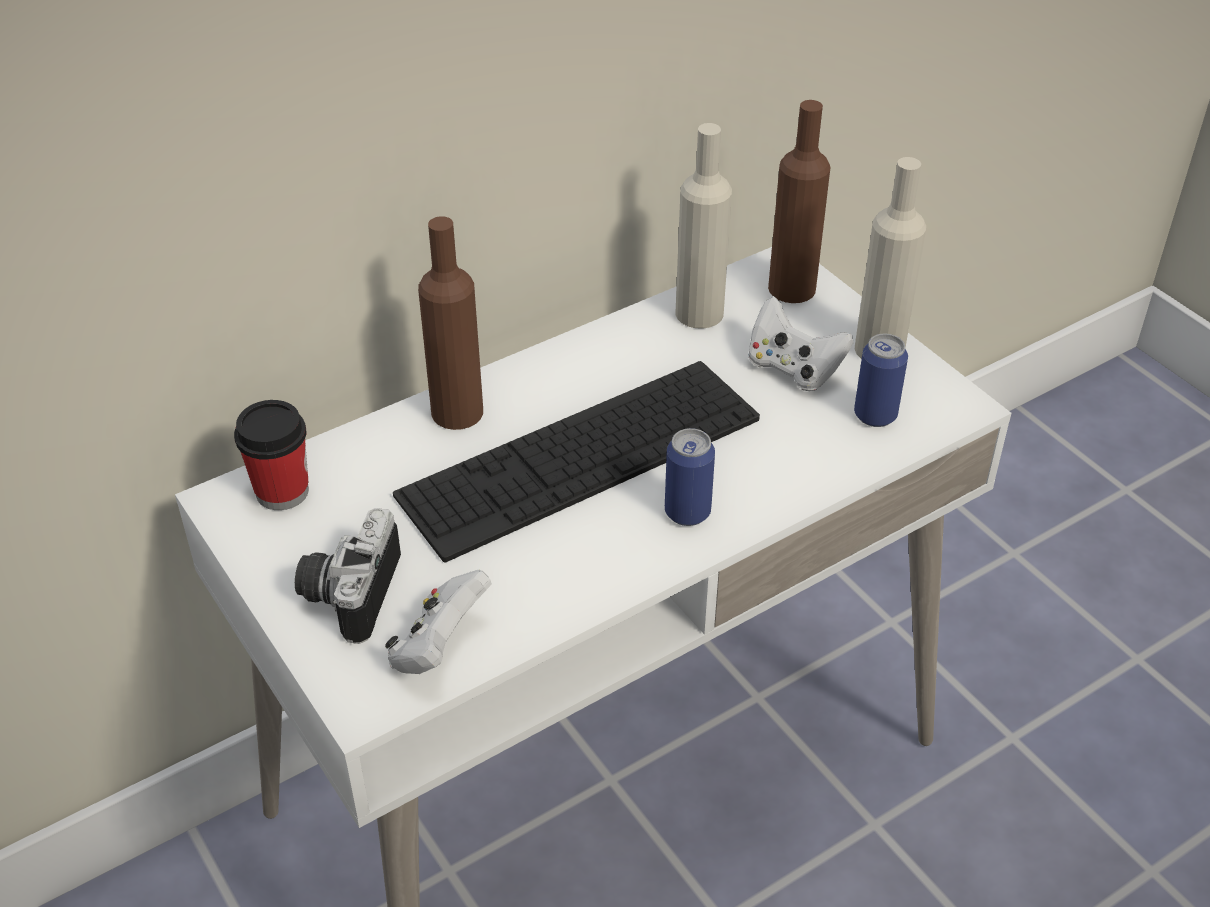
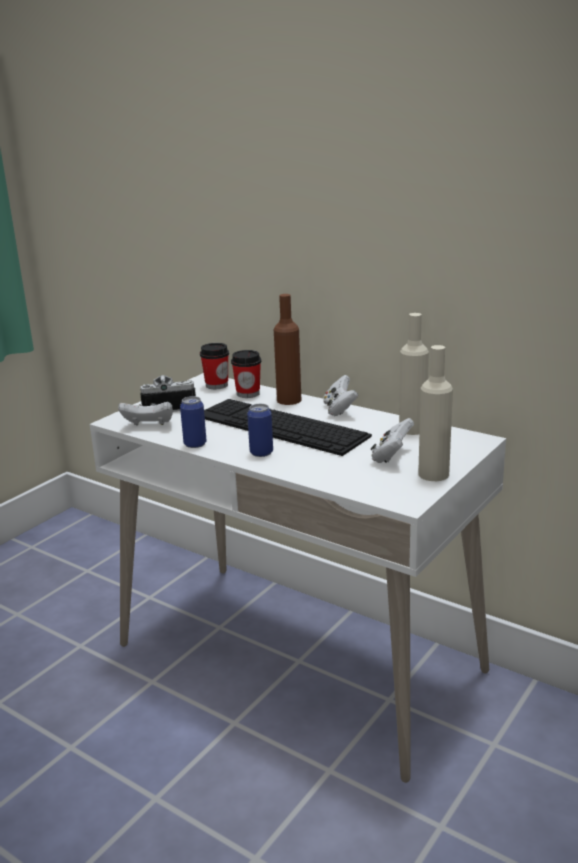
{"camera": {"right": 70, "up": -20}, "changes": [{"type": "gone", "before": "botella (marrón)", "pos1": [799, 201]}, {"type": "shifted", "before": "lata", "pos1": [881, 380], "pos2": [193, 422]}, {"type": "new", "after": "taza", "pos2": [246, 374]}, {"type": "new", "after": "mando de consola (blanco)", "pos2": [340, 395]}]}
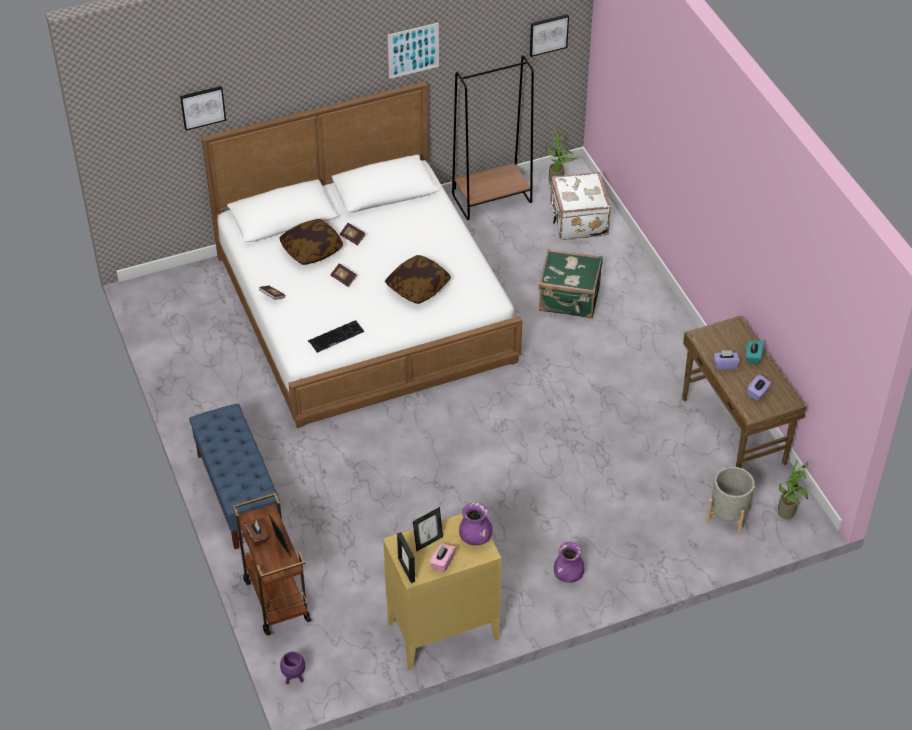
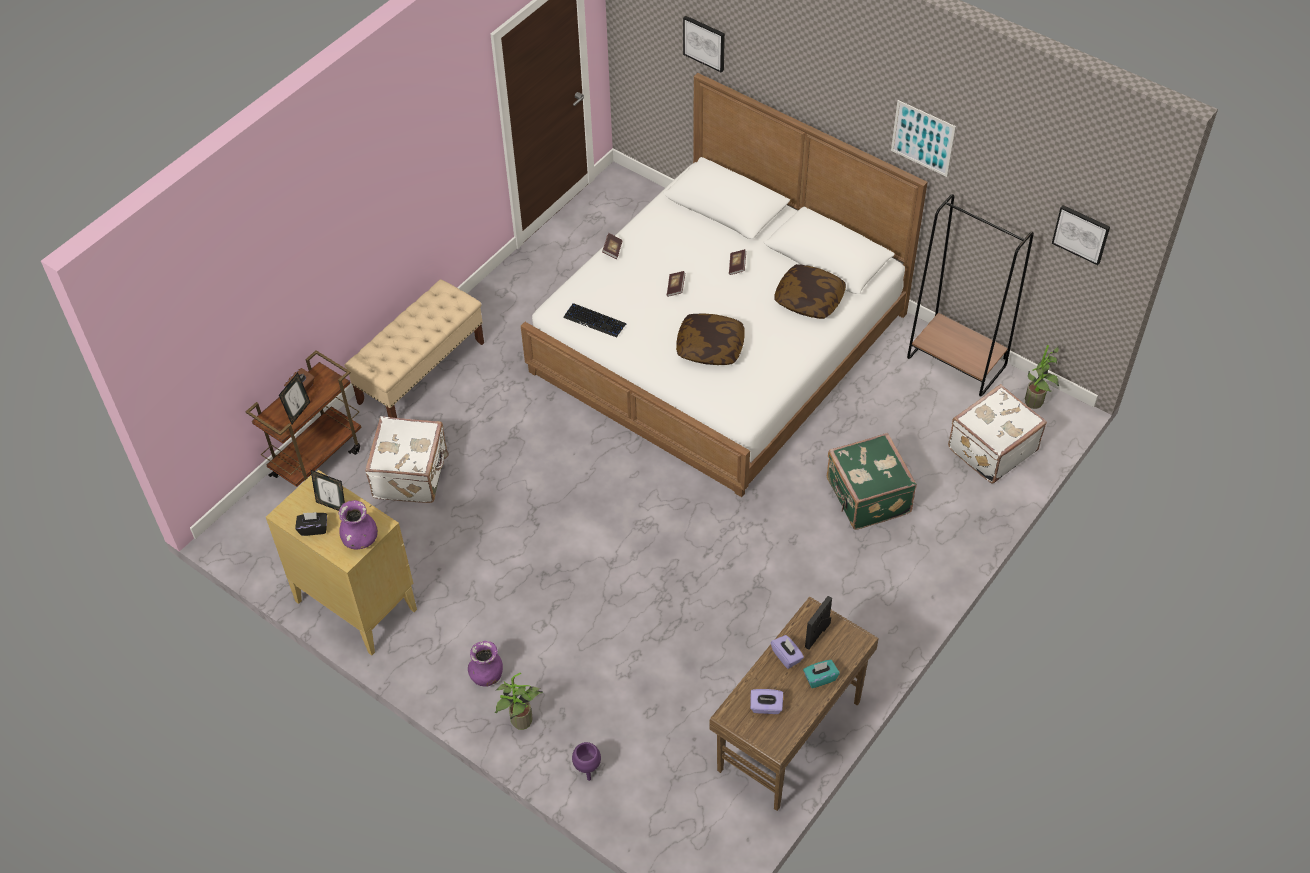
{"camera": {"right": 60, "up": 5}, "changes": [{"type": "repainted", "before": "banco (azul)", "after": "banco (beis)", "pos1": [234, 476], "pos2": [414, 348]}, {"type": "shifted", "before": "cojín", "pos1": [311, 242], "pos2": [810, 291]}, {"type": "shifted", "before": "maceta (morado)", "pos1": [292, 668], "pos2": [586, 761]}, {"type": "shifted", "before": "portarretratos", "pos1": [406, 557], "pos2": [818, 623]}, {"type": "repainted", "before": "caja de pañuelos (rosa)", "after": "caja de pañuelos (negro)", "pos1": [442, 557], "pos2": [311, 524]}, {"type": "gone", "before": "maceta (gris)", "pos1": [730, 500]}, {"type": "shifted", "before": "planta en maceta", "pos1": [793, 489], "pos2": [519, 701]}, {"type": "new", "after": "maleta (blanco)", "pos2": [407, 459]}]}
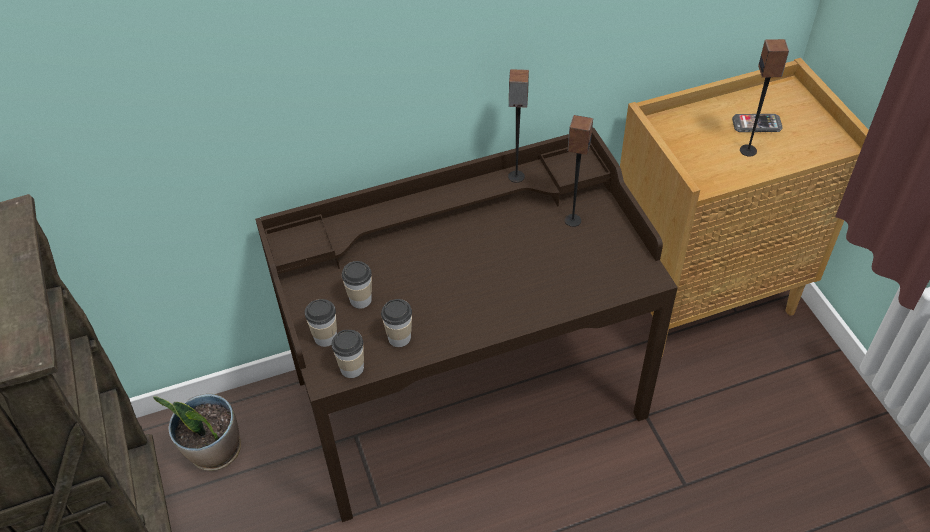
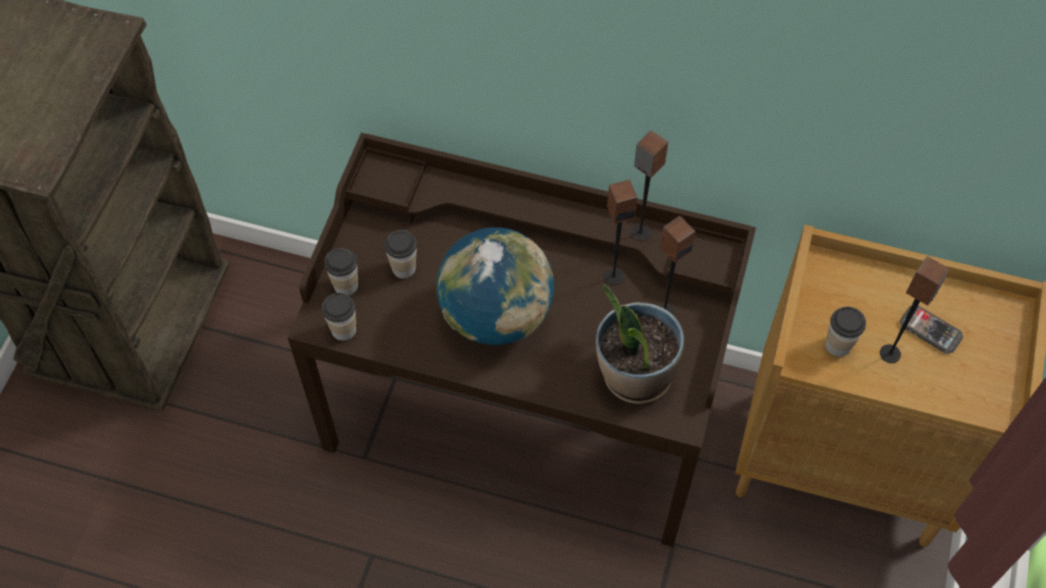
{"camera": {"right": 35, "up": 10}, "changes": [{"type": "shifted", "before": "planta en maceta", "pos1": [197, 432], "pos2": [640, 344]}, {"type": "shifted", "before": "taza", "pos1": [396, 323], "pos2": [845, 332]}, {"type": "new", "after": "globo terráqueo", "pos2": [495, 286]}, {"type": "new", "after": "altavoz", "pos2": [620, 232]}]}
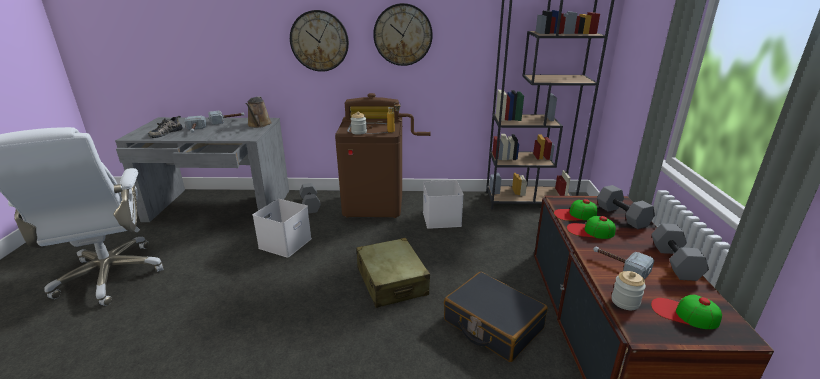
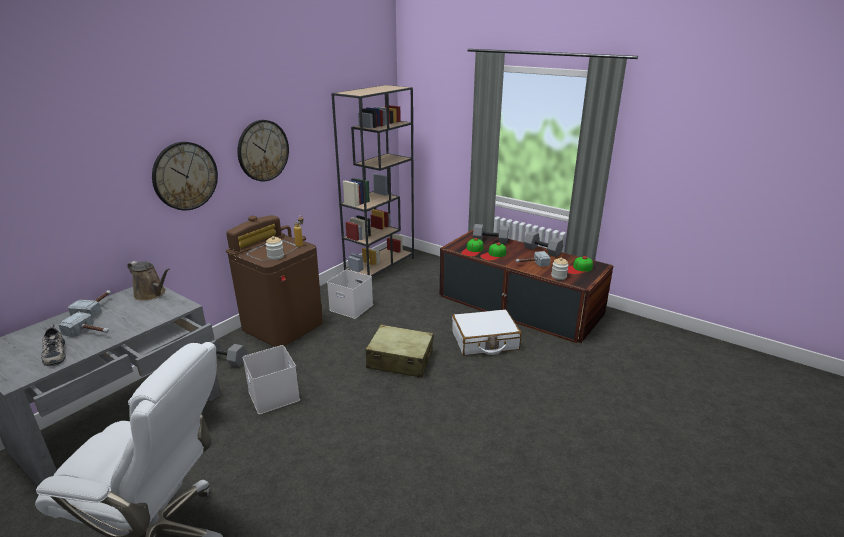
{"camera": {"right": -55, "up": 0}, "changes": [{"type": "repainted", "before": "maleta (negro)", "after": "maleta (blanco)", "pos1": [496, 317], "pos2": [486, 332]}]}
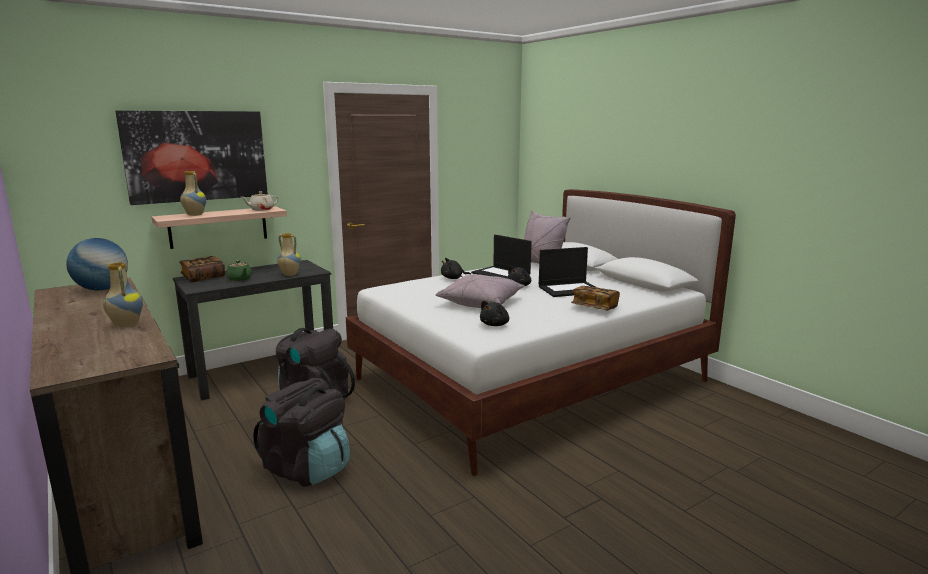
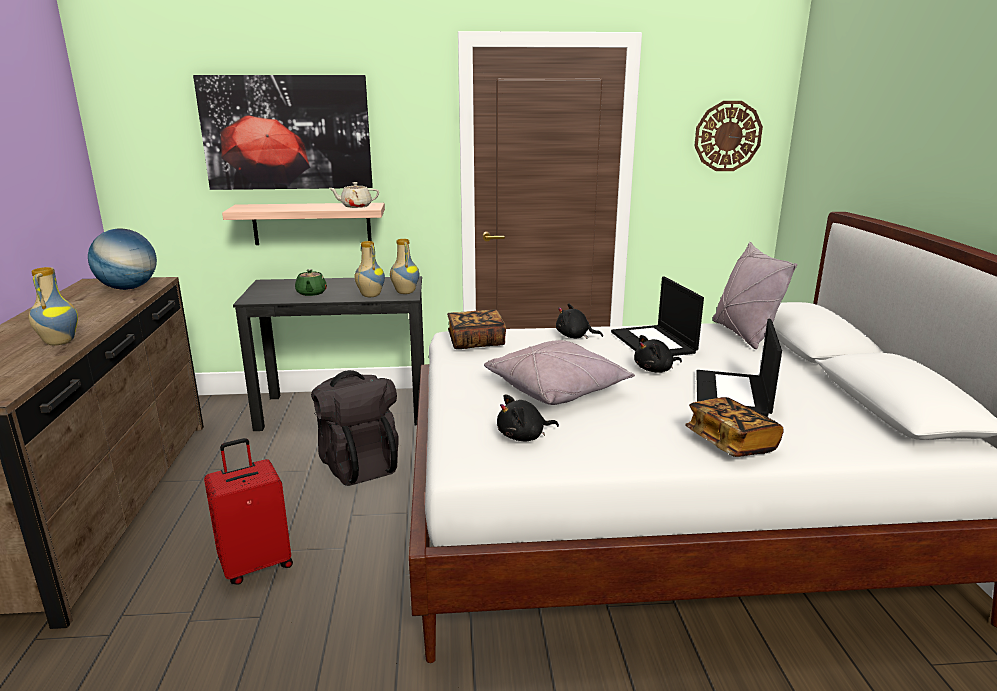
{"camera": {"right": 30, "up": 5}, "changes": [{"type": "shifted", "before": "libro", "pos1": [202, 269], "pos2": [476, 329]}, {"type": "shifted", "before": "florero", "pos1": [193, 193], "pos2": [404, 266]}, {"type": "swapped", "before": "mochila (negro)", "after": "maleta (rojo)", "pos1": [301, 432], "pos2": [248, 511]}, {"type": "rotated", "before": "portátil", "pos1": [567, 272], "pos2": [739, 368], "turn": 90}, {"type": "new", "after": "reloj de pared", "pos2": [728, 136]}]}
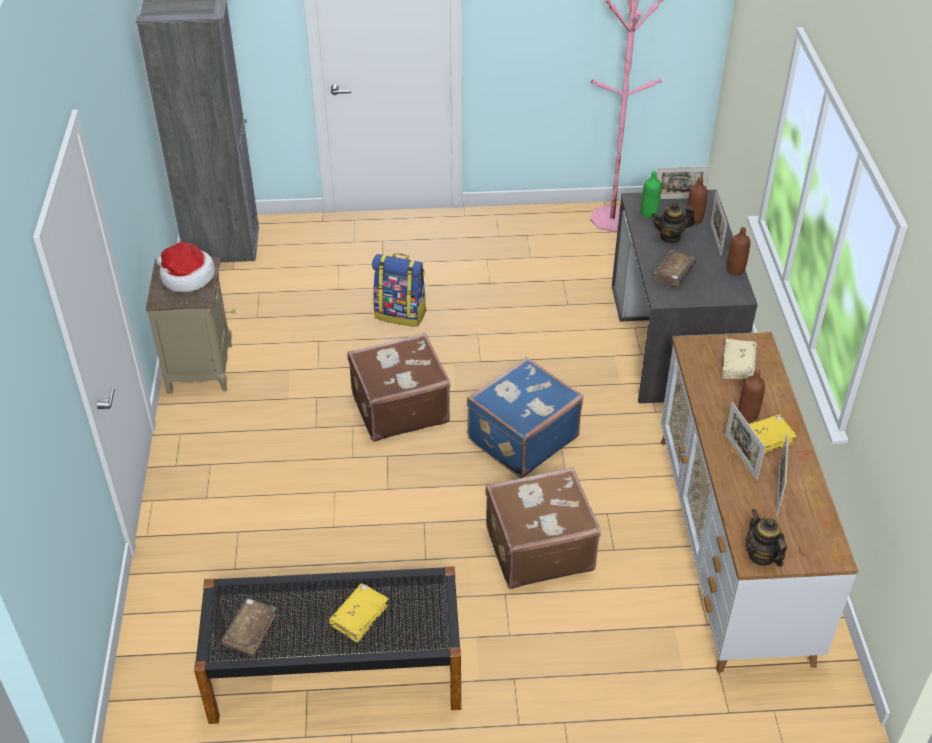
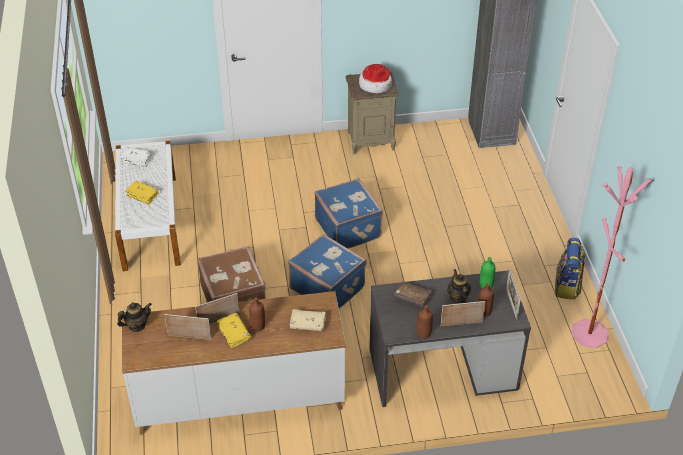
{"camera": {"right": 85, "up": 0}, "changes": [{"type": "repainted", "before": "banco (negro)", "after": "banco (blanco)", "pos1": [327, 645], "pos2": [148, 206]}, {"type": "repainted", "before": "libro (marrón)", "after": "libro (blanco)", "pos1": [249, 627], "pos2": [136, 157]}, {"type": "repainted", "before": "maleta (marrón)", "after": "maleta (azul)", "pos1": [399, 387], "pos2": [349, 213]}, {"type": "shifted", "before": "mochila", "pos1": [399, 290], "pos2": [570, 269]}]}
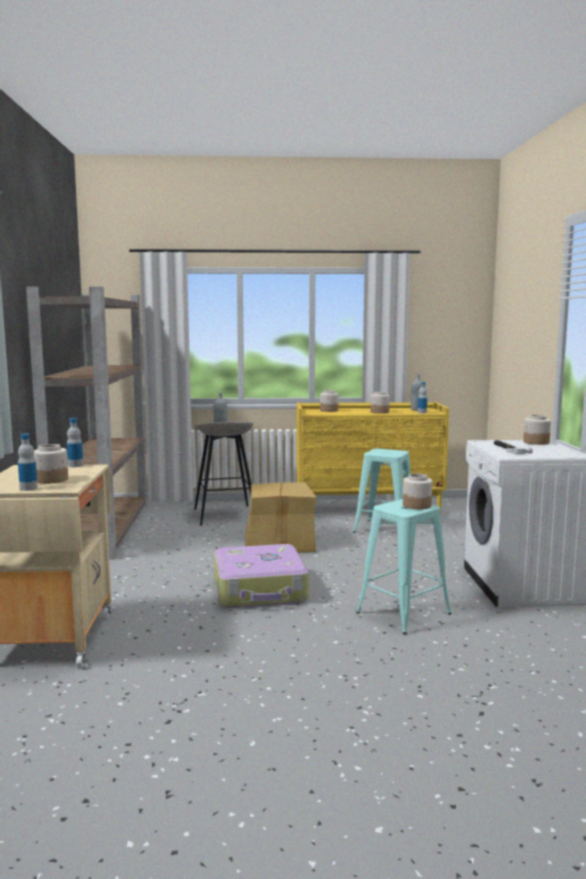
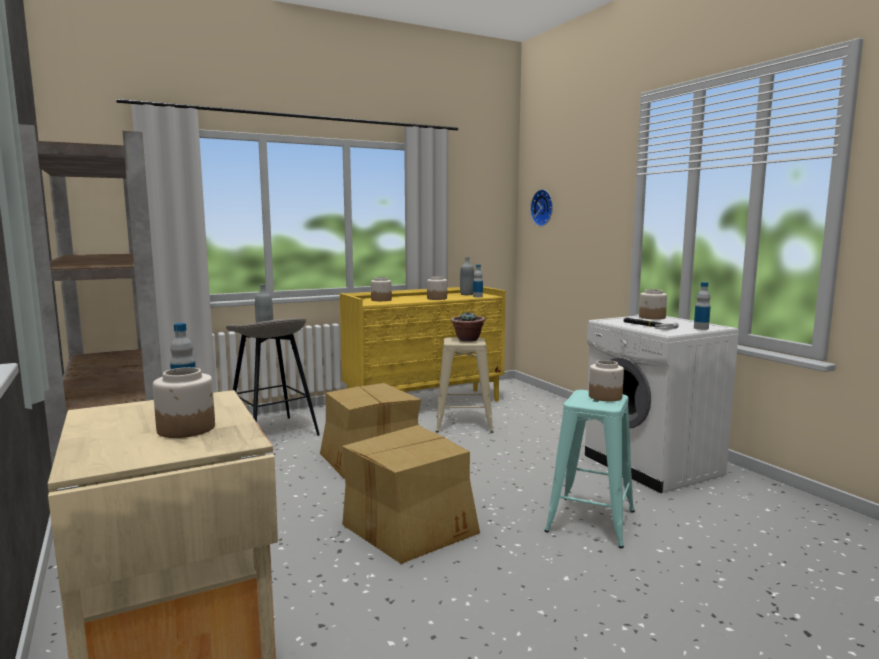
{"camera": {"right": -25, "up": 0}, "changes": [{"type": "shifted", "before": "botella", "pos1": [28, 462], "pos2": [702, 306]}, {"type": "swapped", "before": "maleta", "after": "caja de cartón", "pos1": [261, 576], "pos2": [411, 494]}, {"type": "repainted", "before": "taburete (turquesa)", "after": "taburete (beis)", "pos1": [382, 490], "pos2": [464, 385]}, {"type": "new", "after": "planta en maceta", "pos2": [468, 327]}, {"type": "new", "after": "reloj de pared", "pos2": [541, 207]}]}
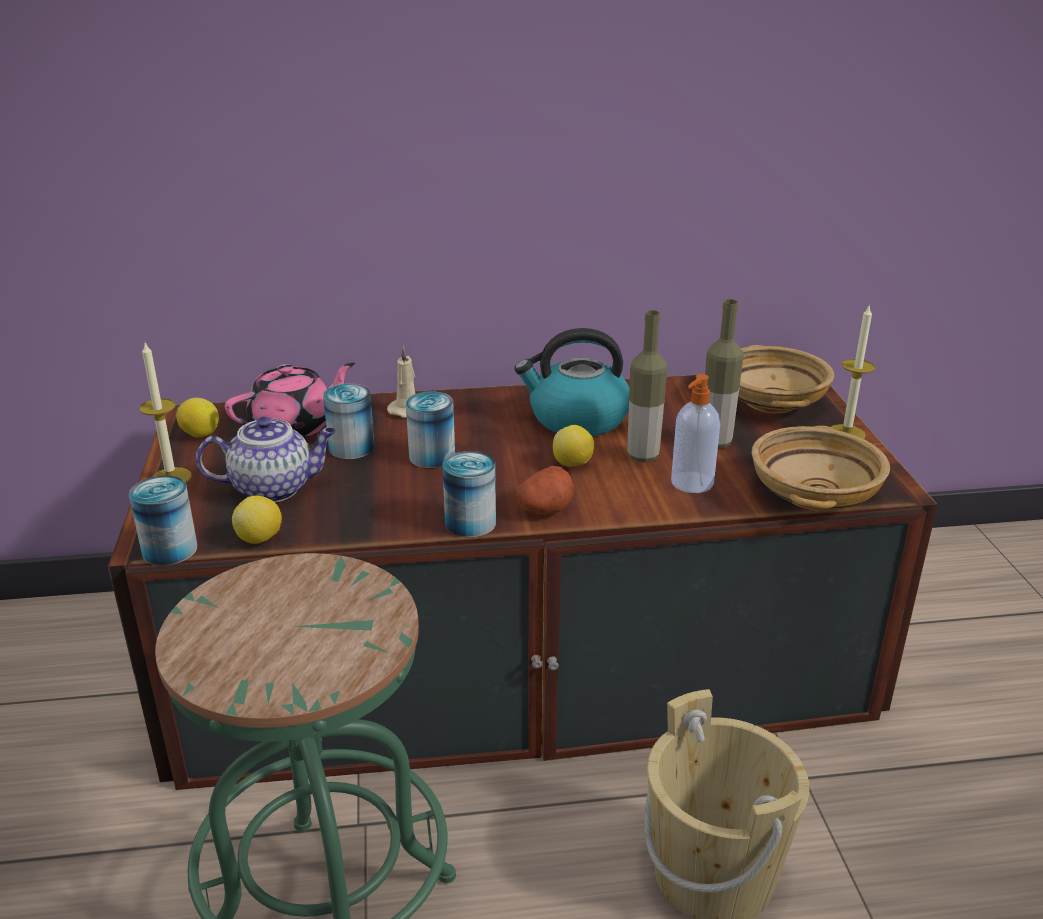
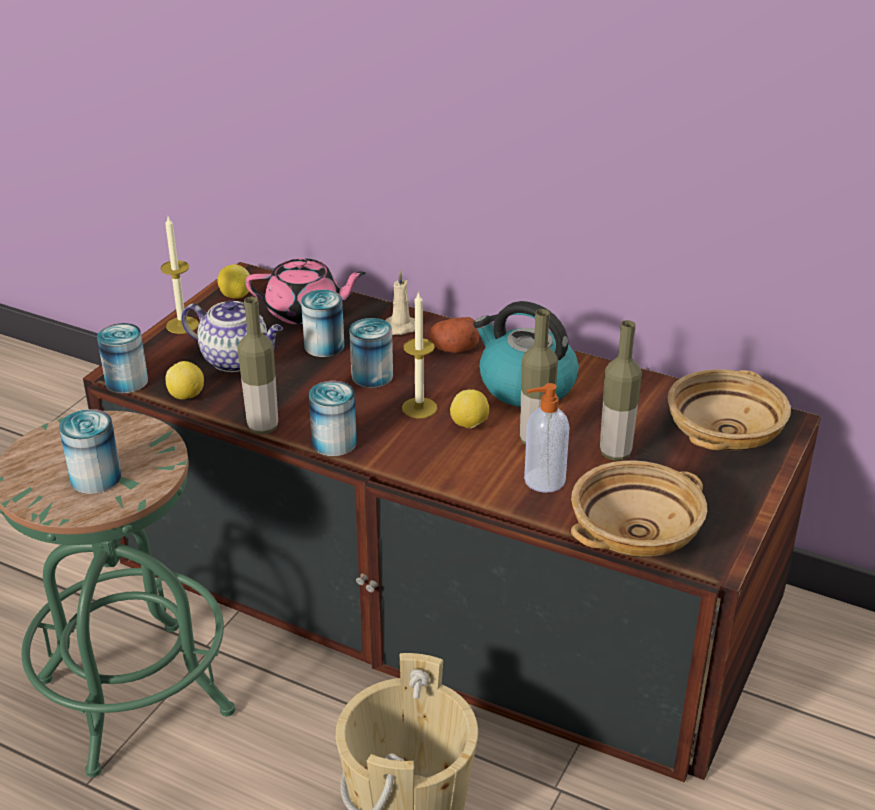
{"camera": {"right": 35, "up": 5}, "changes": [{"type": "shifted", "before": "patata", "pos1": [545, 490], "pos2": [454, 335]}, {"type": "shifted", "before": "vela", "pos1": [853, 372], "pos2": [419, 355]}, {"type": "new", "after": "lata", "pos2": [90, 451]}, {"type": "new", "after": "botella", "pos2": [258, 365]}]}
